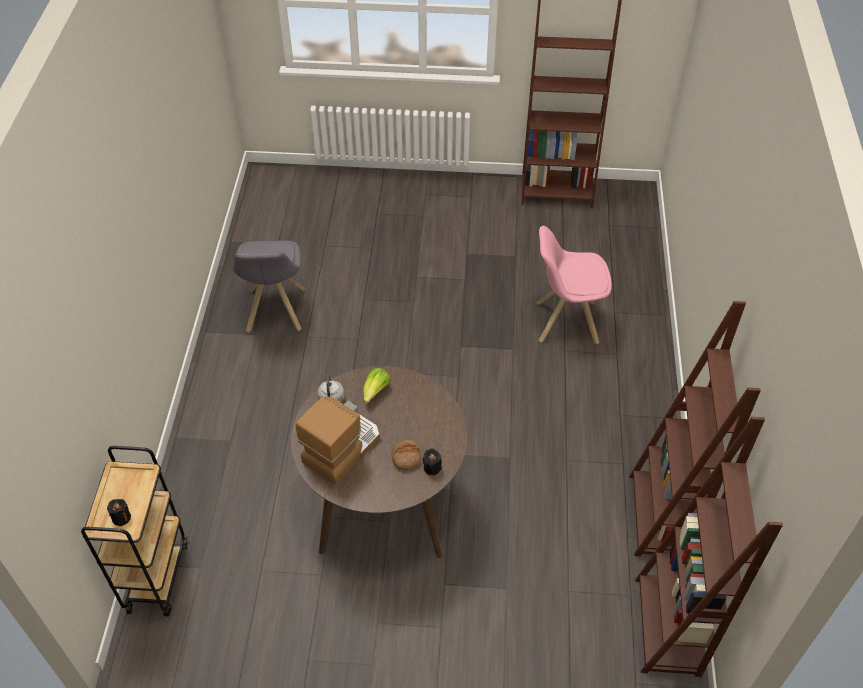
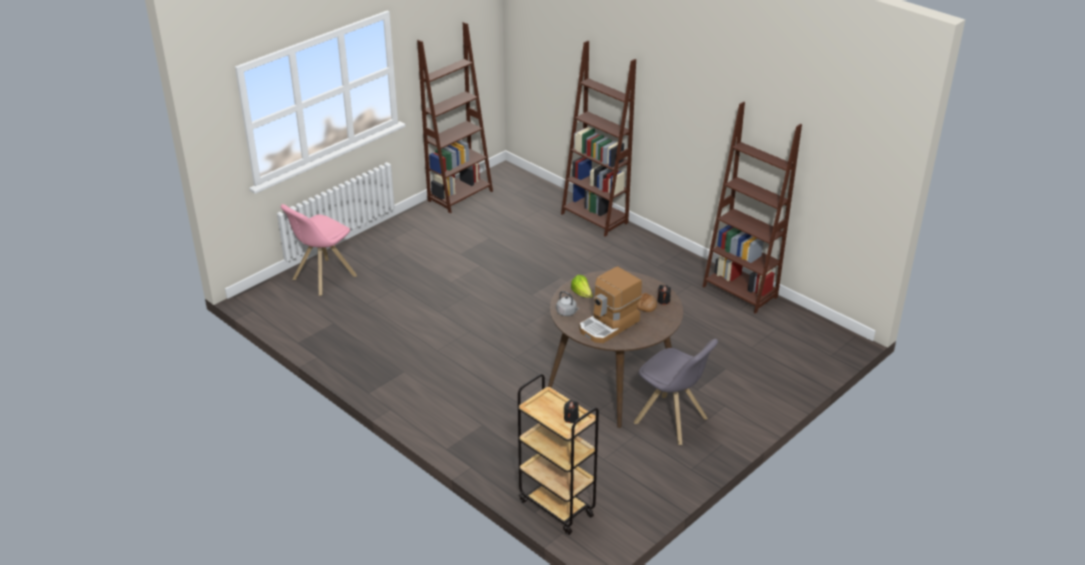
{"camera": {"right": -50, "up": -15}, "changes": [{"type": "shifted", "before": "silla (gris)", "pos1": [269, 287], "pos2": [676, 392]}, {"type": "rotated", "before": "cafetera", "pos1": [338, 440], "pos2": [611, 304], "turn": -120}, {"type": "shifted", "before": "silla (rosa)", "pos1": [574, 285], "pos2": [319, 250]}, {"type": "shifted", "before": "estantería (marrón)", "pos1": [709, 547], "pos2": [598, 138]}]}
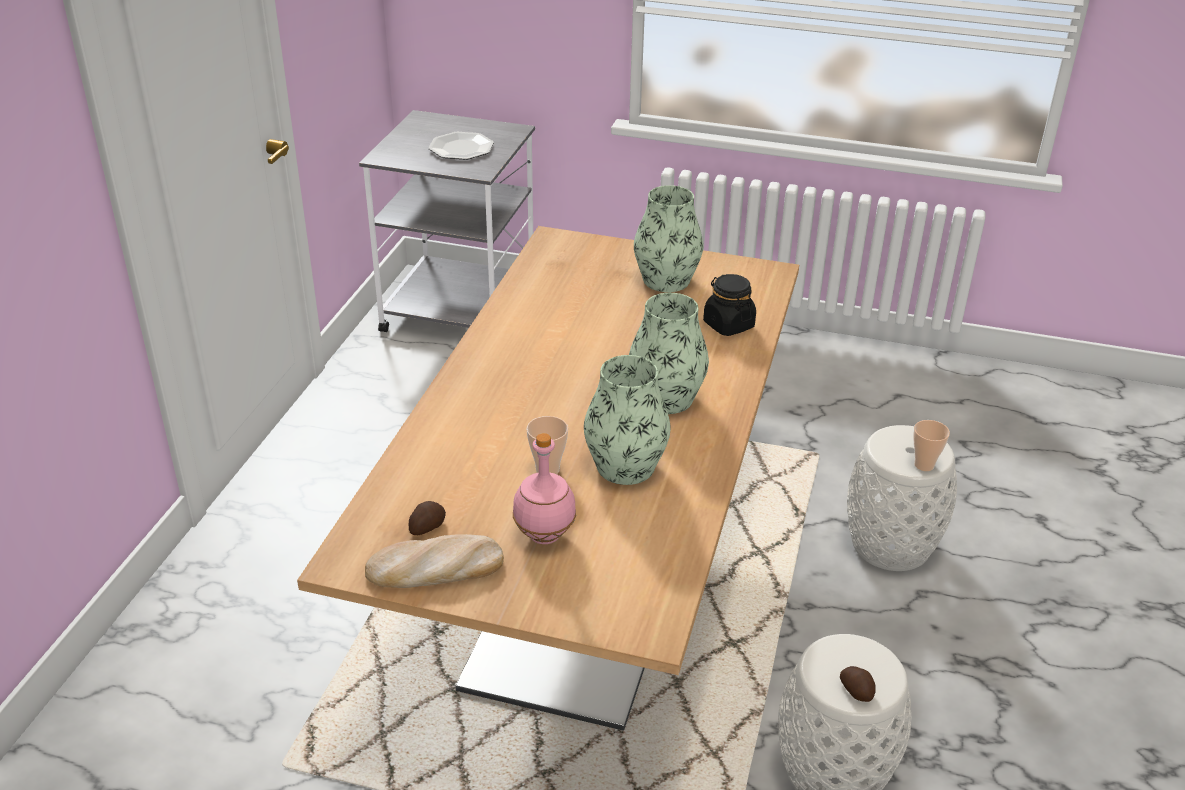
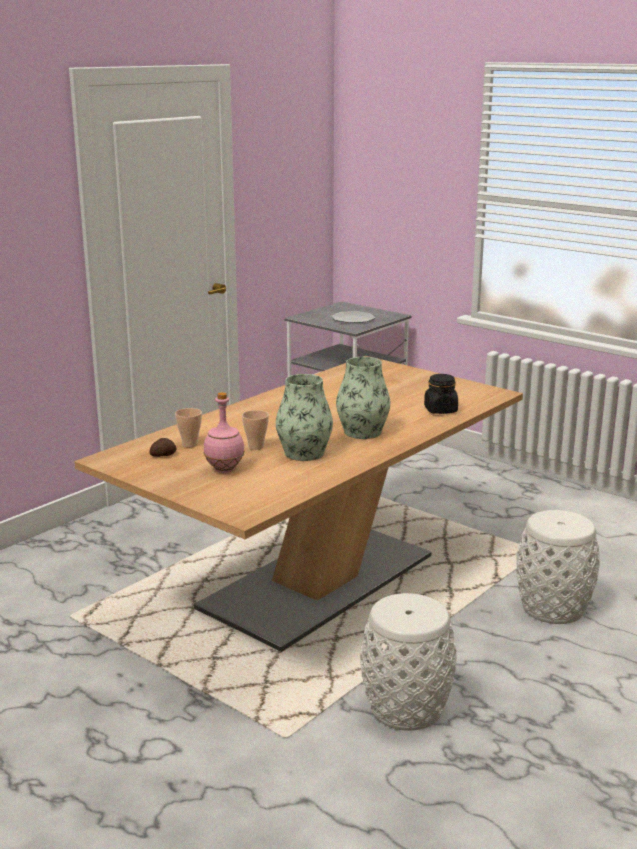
{"camera": {"right": 25, "up": -15}, "changes": [{"type": "gone", "before": "pan", "pos1": [434, 561]}, {"type": "gone", "before": "florero", "pos1": [668, 238]}, {"type": "gone", "before": "patata", "pos1": [858, 684]}, {"type": "shifted", "before": "taza", "pos1": [931, 445], "pos2": [188, 427]}]}
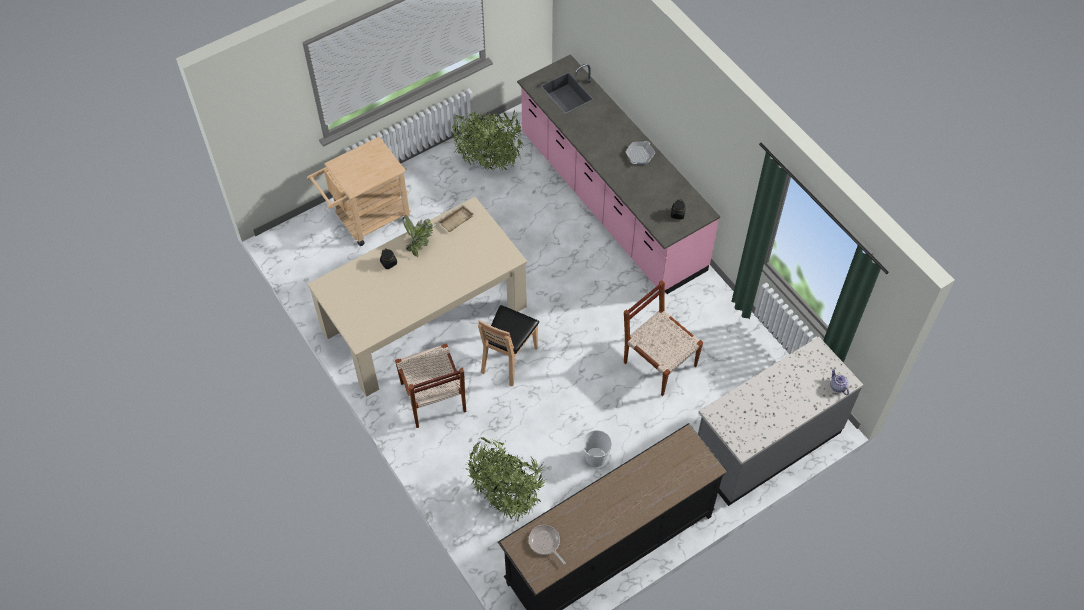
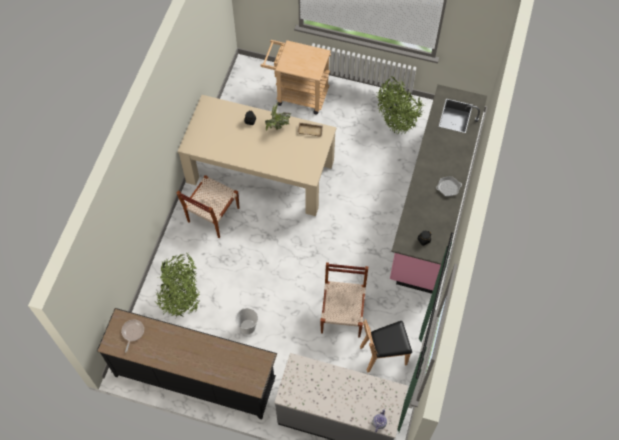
{"camera": {"right": 50, "up": 5}, "changes": [{"type": "shifted", "before": "silla (marrón)", "pos1": [508, 346], "pos2": [386, 345]}]}
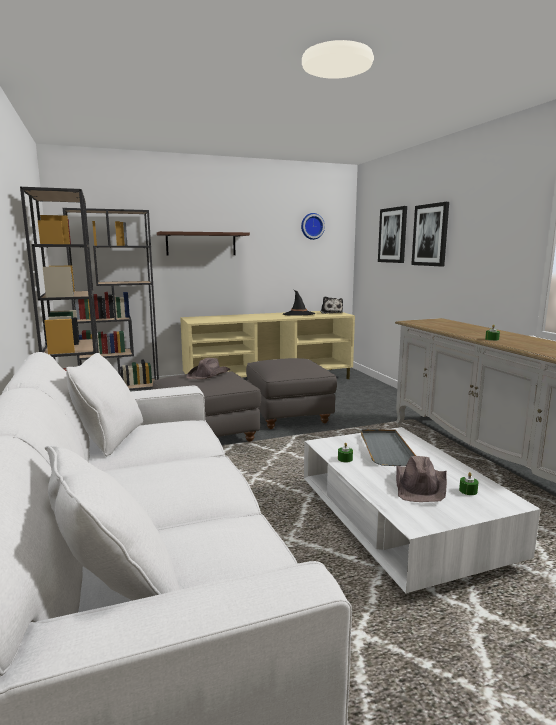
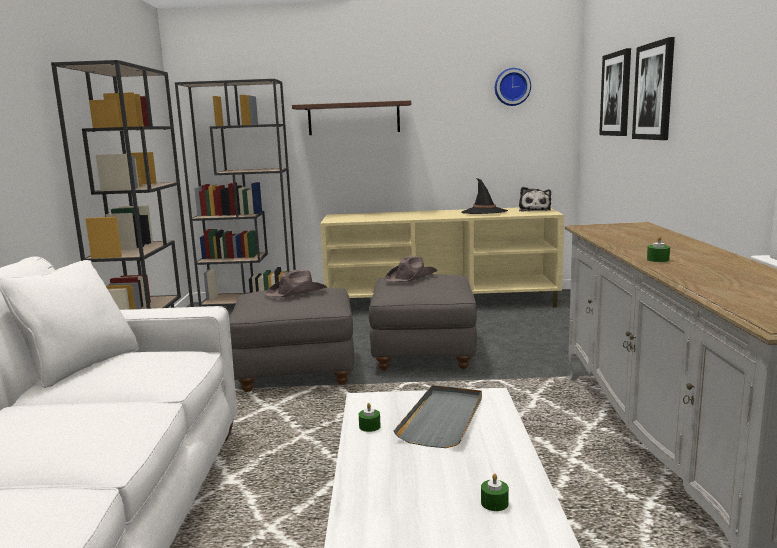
{"camera": {"right": 20, "up": 0}, "changes": [{"type": "shifted", "before": "sombrero (marrón)", "pos1": [421, 479], "pos2": [411, 269]}]}
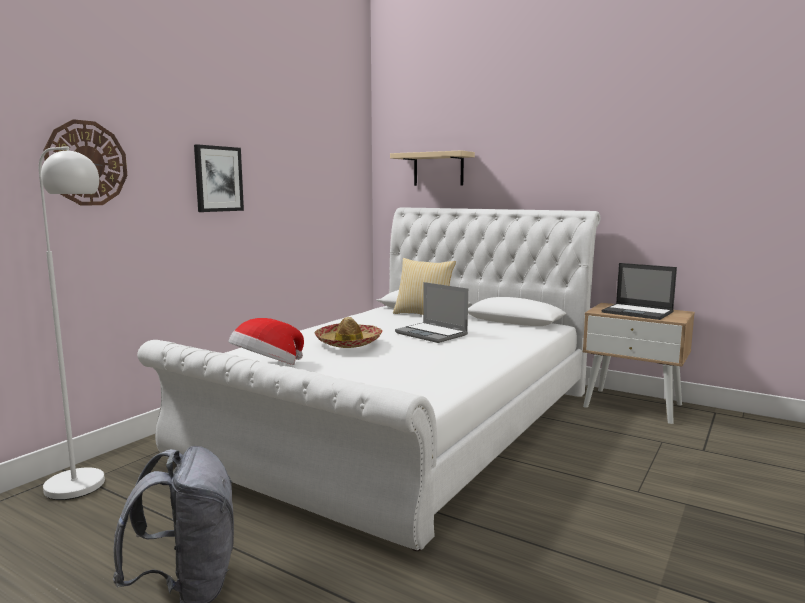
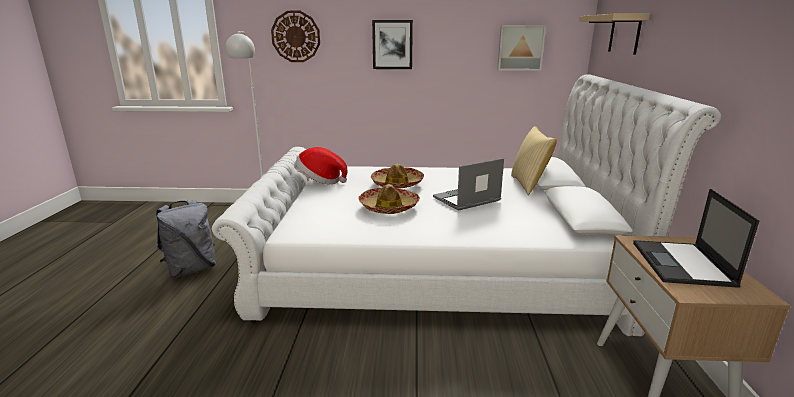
{"camera": {"right": 60, "up": 10}, "changes": [{"type": "rotated", "before": "portátil", "pos1": [431, 312], "pos2": [468, 184], "turn": 45}, {"type": "new", "after": "sombrero", "pos2": [389, 199]}, {"type": "new", "after": "cuadro", "pos2": [521, 48]}]}
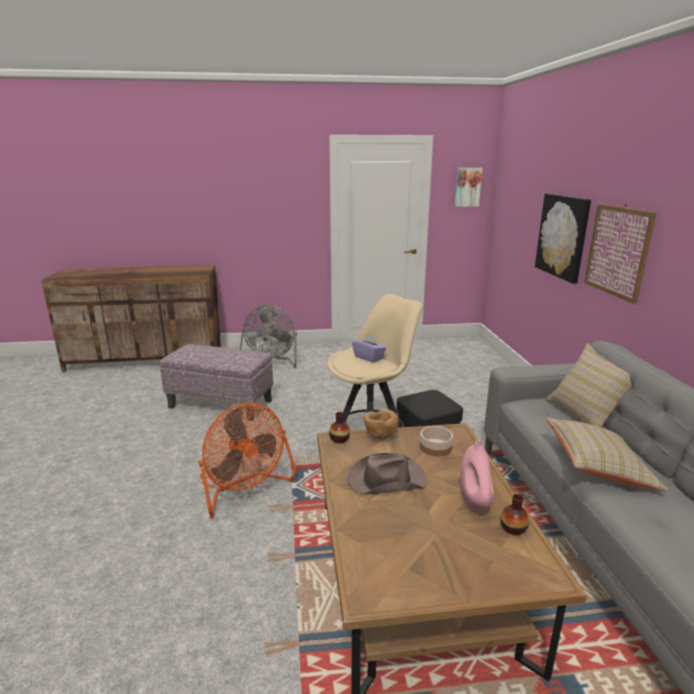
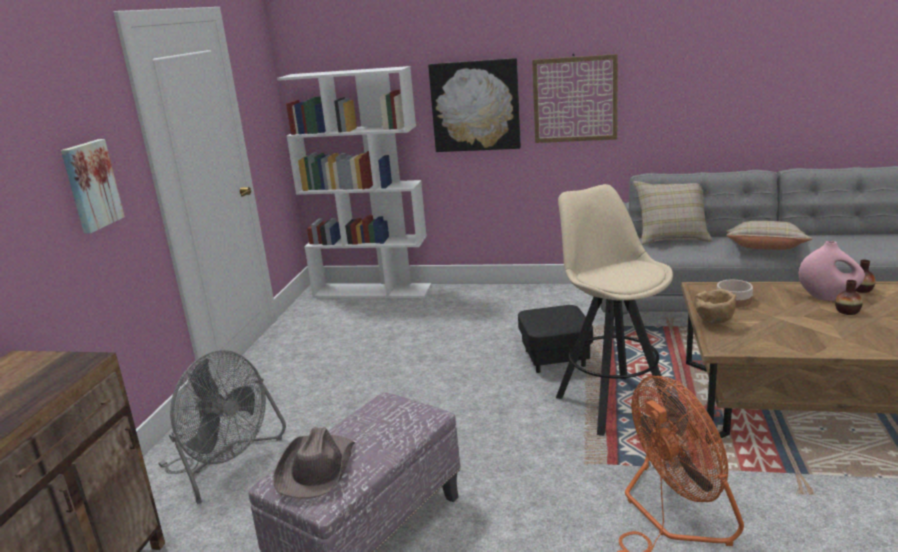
{"camera": {"right": -70, "up": 0}, "changes": [{"type": "shifted", "before": "florero", "pos1": [339, 427], "pos2": [849, 297]}, {"type": "shifted", "before": "sombrero (marrón)", "pos1": [387, 474], "pos2": [314, 463]}, {"type": "gone", "before": "caja de pañuelos (morado)", "pos1": [369, 347]}, {"type": "shifted", "before": "cuadro", "pos1": [469, 187], "pos2": [93, 186]}, {"type": "new", "after": "estantería (blanco)", "pos2": [354, 182]}]}
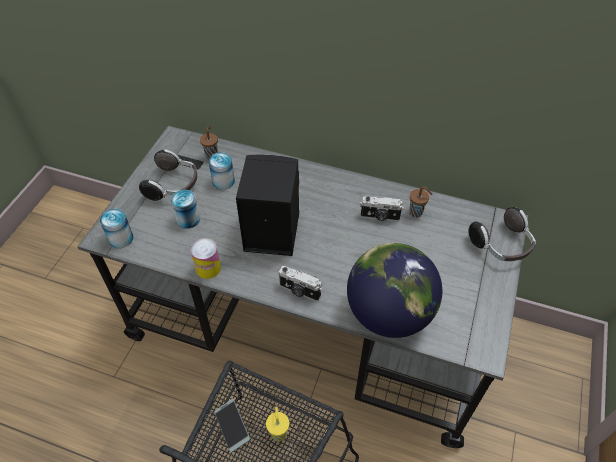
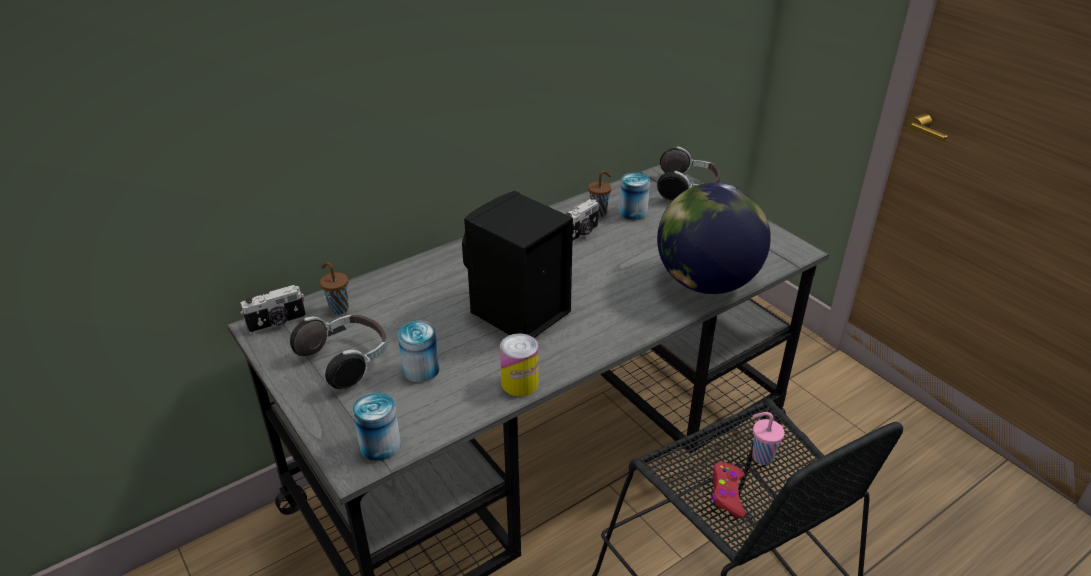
{"camera": {"right": -55, "up": -15}, "changes": [{"type": "shifted", "before": "lata", "pos1": [222, 171], "pos2": [634, 196]}, {"type": "swapped", "before": "móvil", "after": "mando de consola (rojo)", "pos1": [232, 425], "pos2": [728, 490]}, {"type": "repainted", "before": "taza (amarillo)", "after": "taza (rosa)", "pos1": [277, 424], "pos2": [768, 438]}, {"type": "shifted", "before": "cámara", "pos1": [300, 283], "pos2": [273, 309]}]}
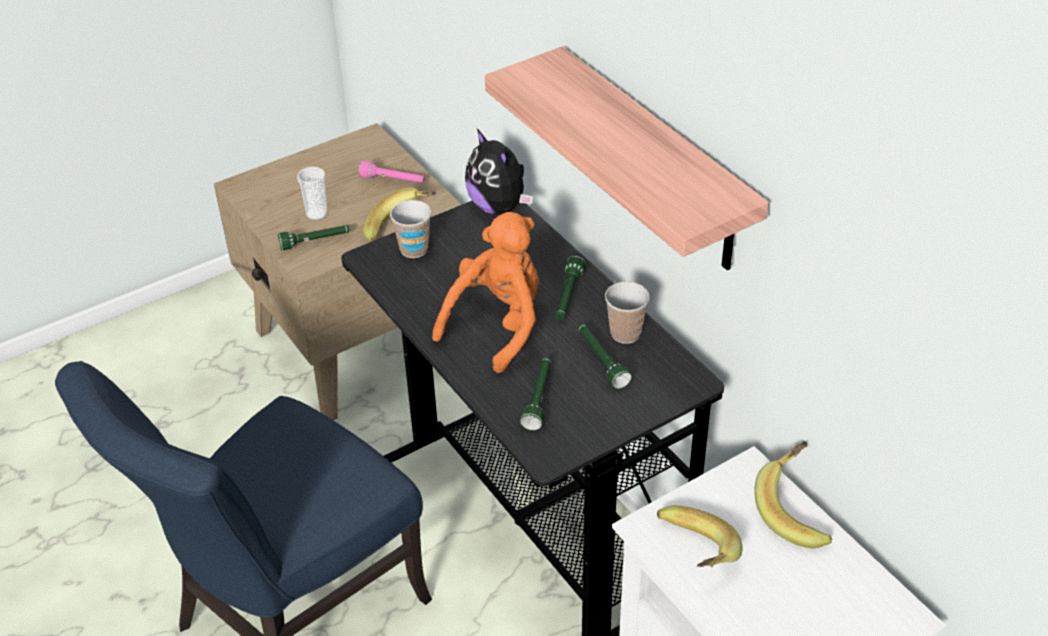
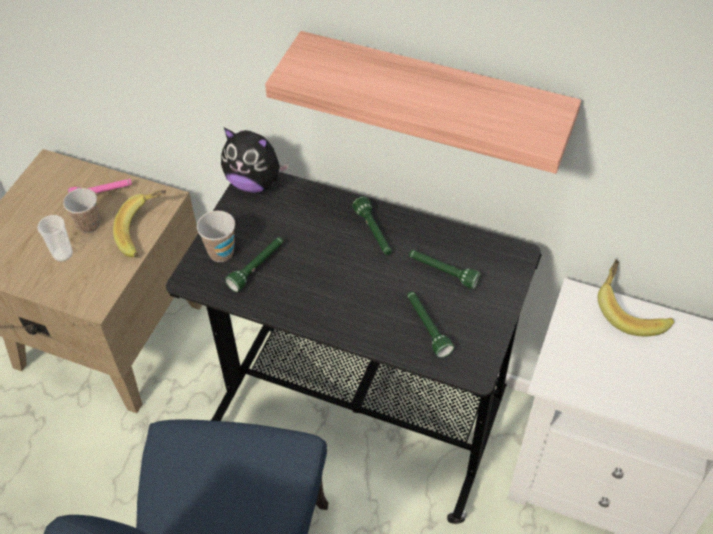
{"camera": {"right": -35, "up": 10}, "changes": [{"type": "shifted", "before": "linterna (verde)", "pos1": [314, 237], "pos2": [254, 264]}, {"type": "gone", "before": "peluche (naranja)", "pos1": [485, 292]}, {"type": "shifted", "before": "taza", "pos1": [627, 312], "pos2": [81, 210]}, {"type": "gone", "before": "plátano", "pos1": [700, 536]}]}
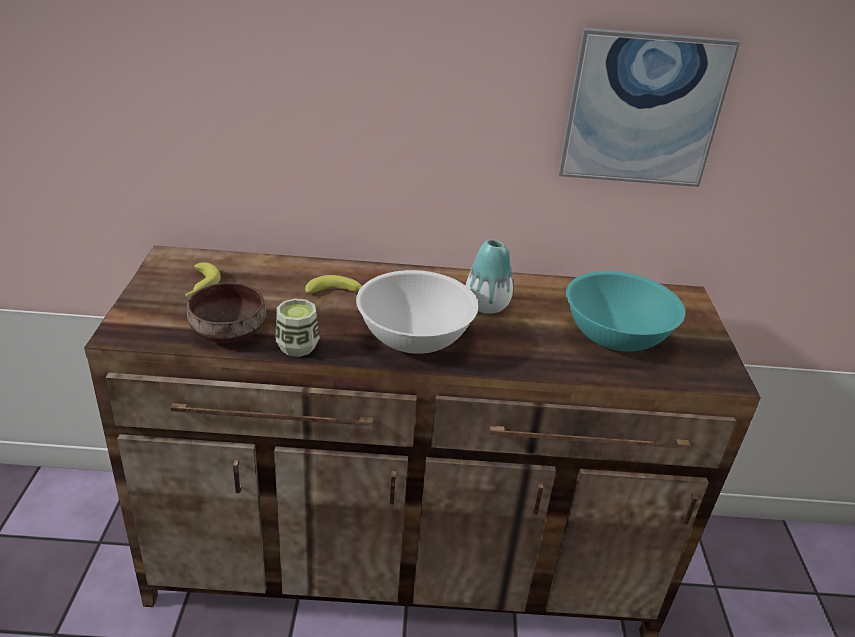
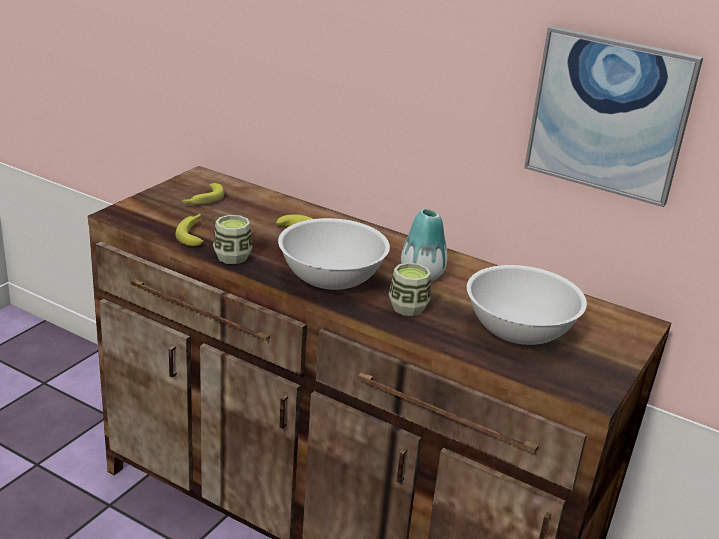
{"camera": {"right": 30, "up": -5}, "changes": [{"type": "swapped", "before": "cuenco (marrón)", "after": "plátano", "pos1": [226, 313], "pos2": [189, 230]}, {"type": "repainted", "before": "cuenco (turquesa)", "after": "cuenco (blanco)", "pos1": [625, 311], "pos2": [527, 305]}, {"type": "new", "after": "taza", "pos2": [410, 289]}]}
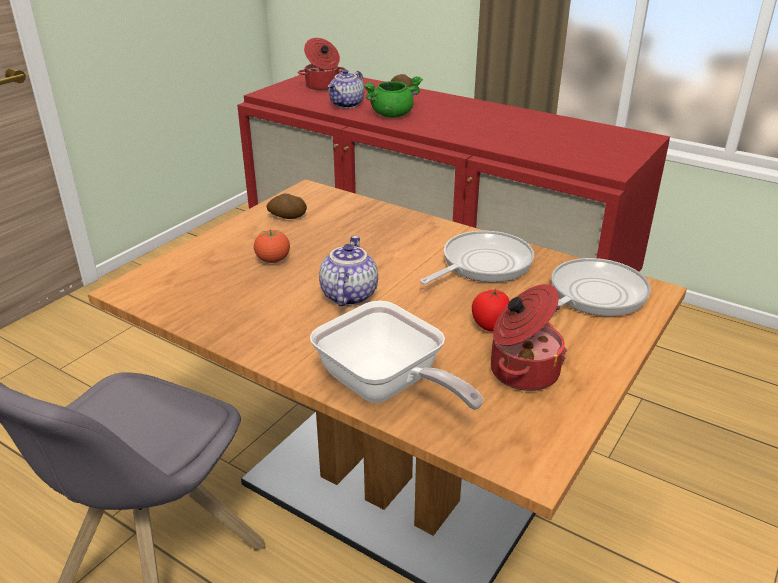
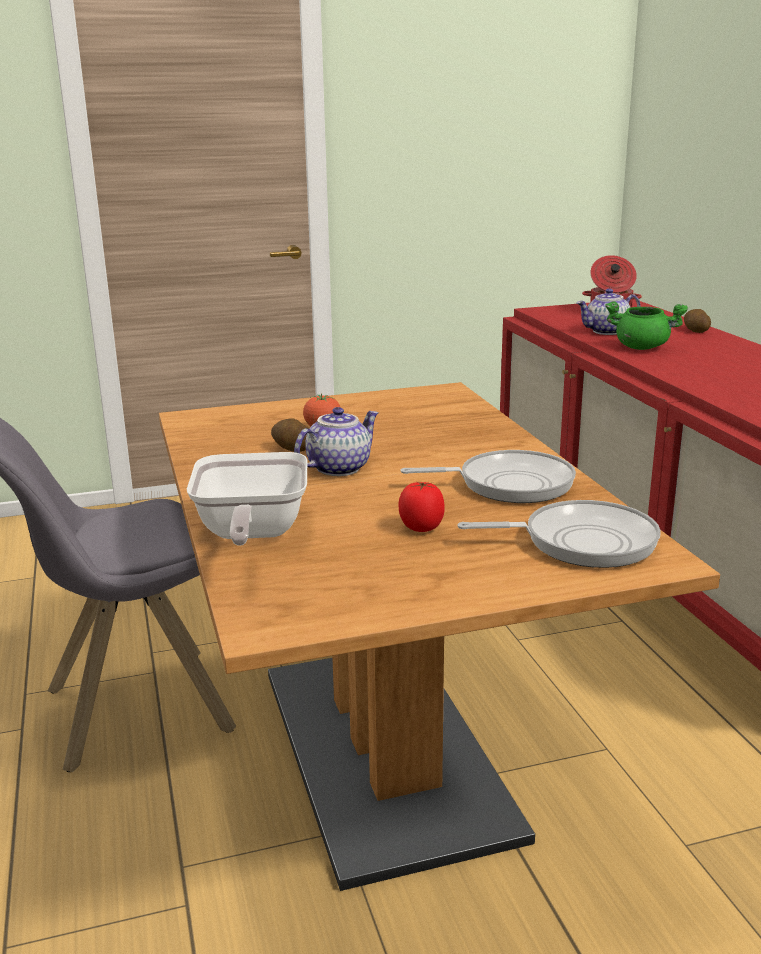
{"camera": {"right": 40, "up": -10}, "changes": [{"type": "shifted", "before": "patata", "pos1": [286, 206], "pos2": [290, 435]}, {"type": "gone", "before": "olla", "pos1": [529, 337]}]}
